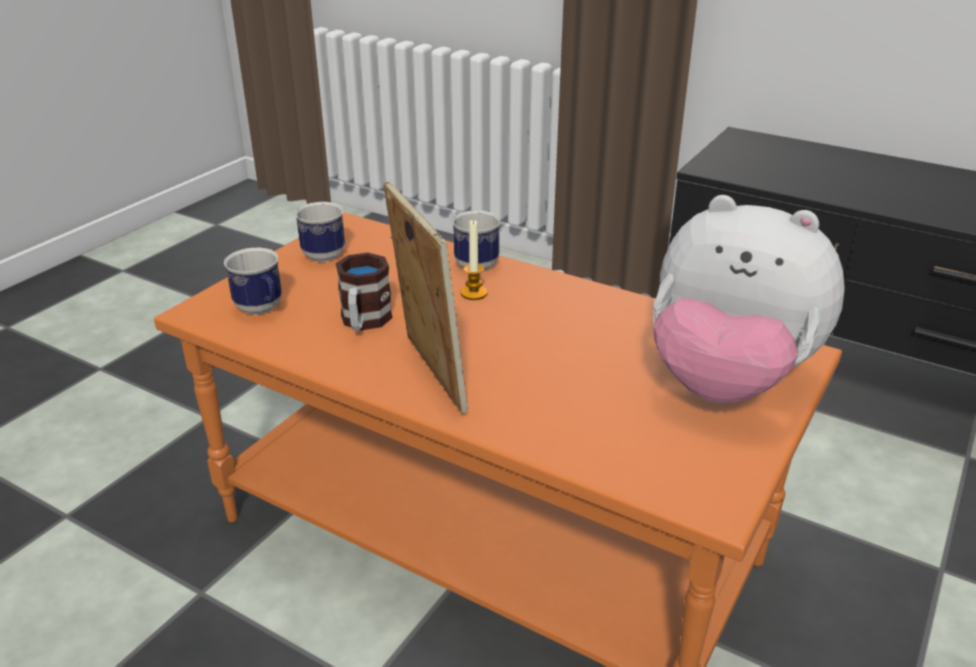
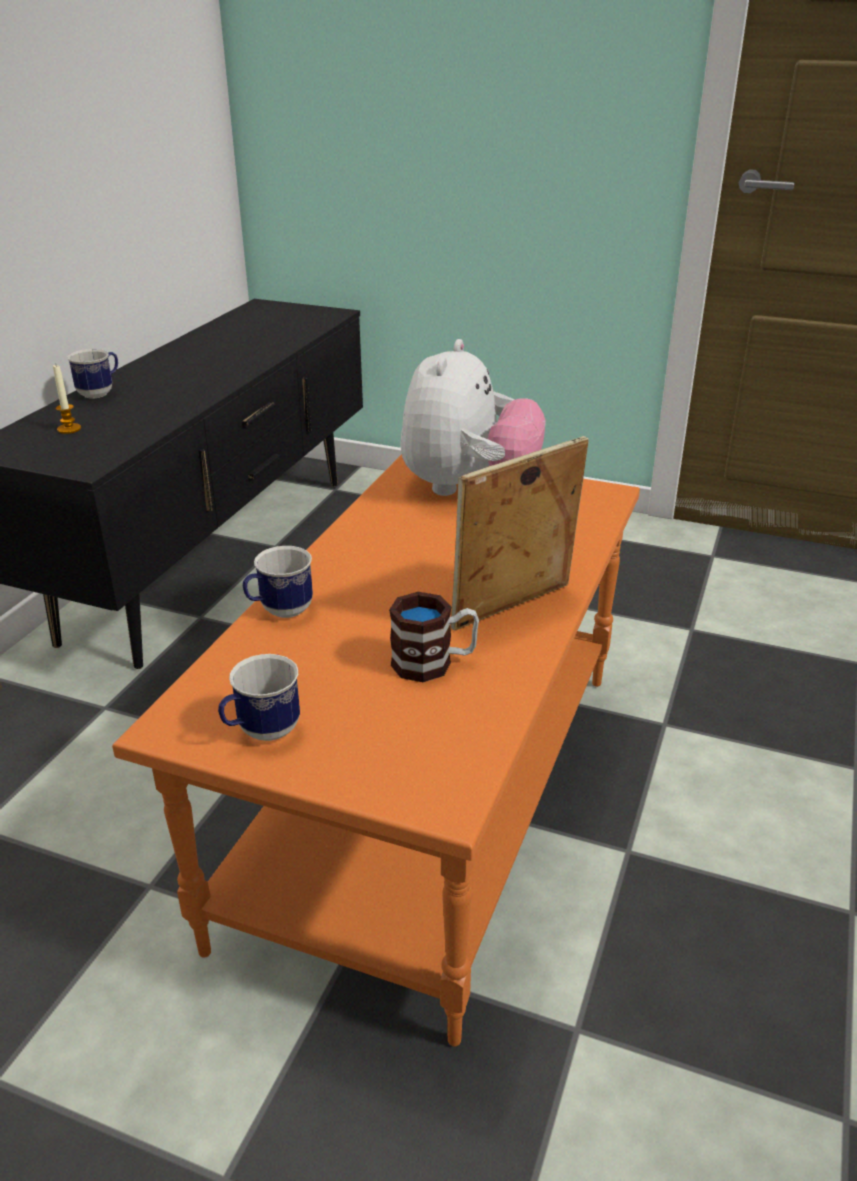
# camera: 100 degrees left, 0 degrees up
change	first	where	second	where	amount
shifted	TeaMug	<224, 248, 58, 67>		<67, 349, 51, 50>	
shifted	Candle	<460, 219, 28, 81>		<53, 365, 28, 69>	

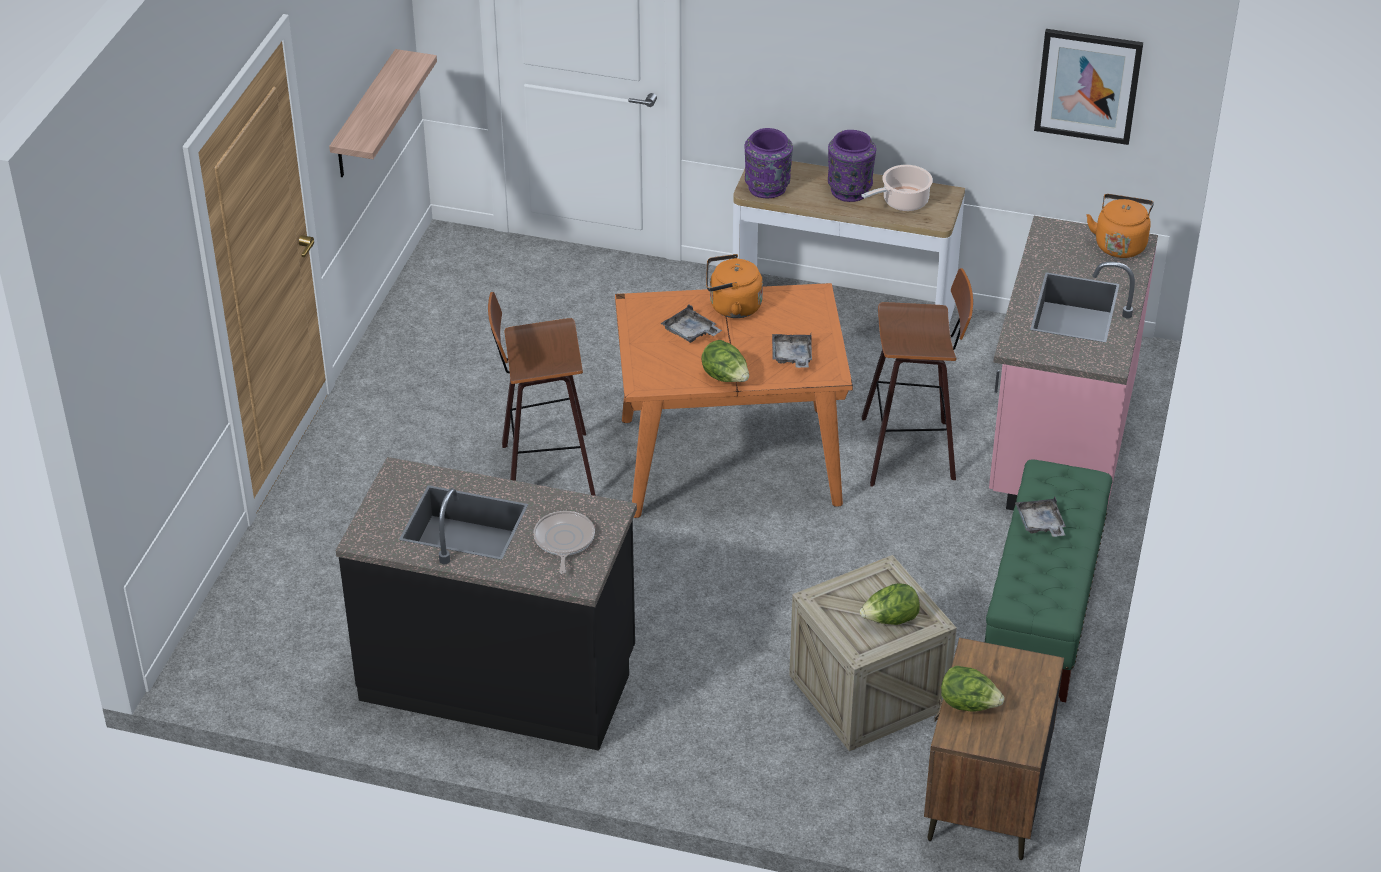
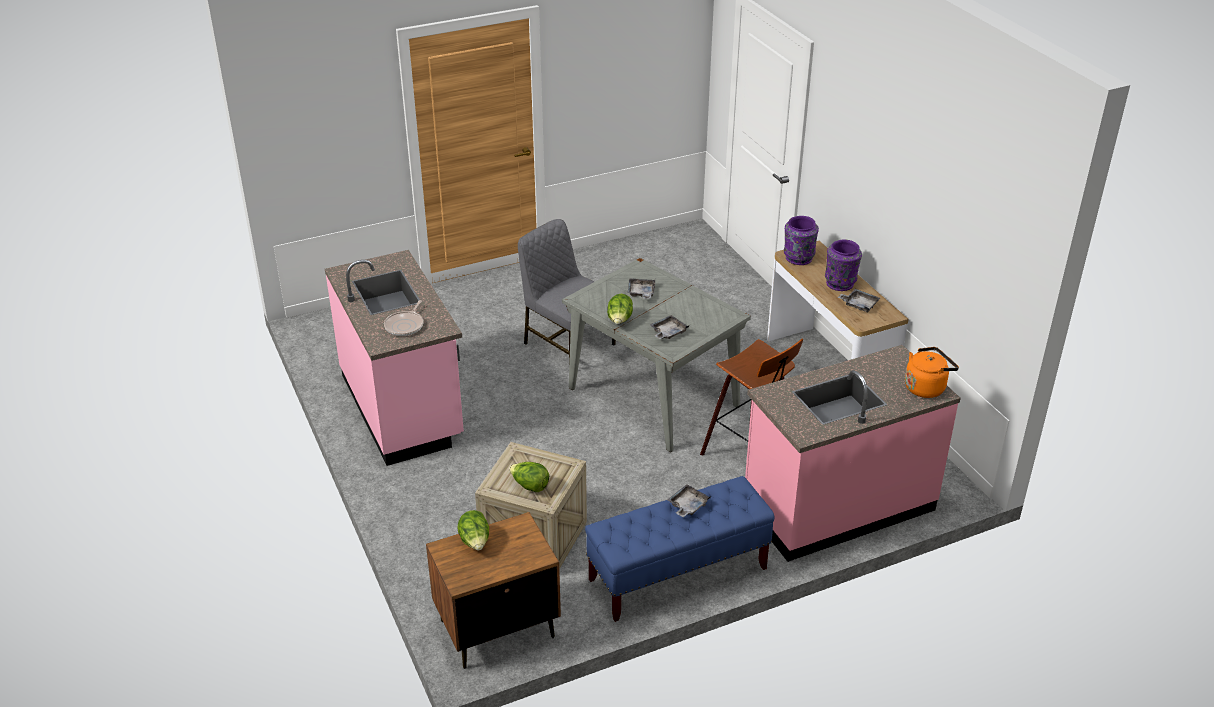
# camera: 50 degrees right, 5 degrees down
change	first	where	second	where	amount
gone	Shelf	<329, 49, 108, 128>			
repainted	BlackCounter	<336, 457, 301, 294>	PinkishCounter	<325, 250, 139, 216>	
swapped	SittingStool	<488, 292, 108, 204>	GreyChair	<518, 219, 98, 142>	
rotated	Skillet	<534, 511, 61, 63>		<384, 300, 40, 36>	150 degrees clockwise
repainted	OrangeColouredDinnerTable	<615, 283, 238, 235>	GreyDinnerTable	<562, 258, 189, 194>	
gone	OrangeColouredWaterKettle	<706, 254, 57, 64>			
swapped	Stockpot	<862, 165, 71, 46>	GreyCarryingTray	<838, 289, 42, 23>	
repainted	GreenColouredIndoorBench	<985, 459, 128, 243>	BluishIndoorBench	<585, 476, 189, 146>	
gone	Picture	<1034, 29, 109, 116>			

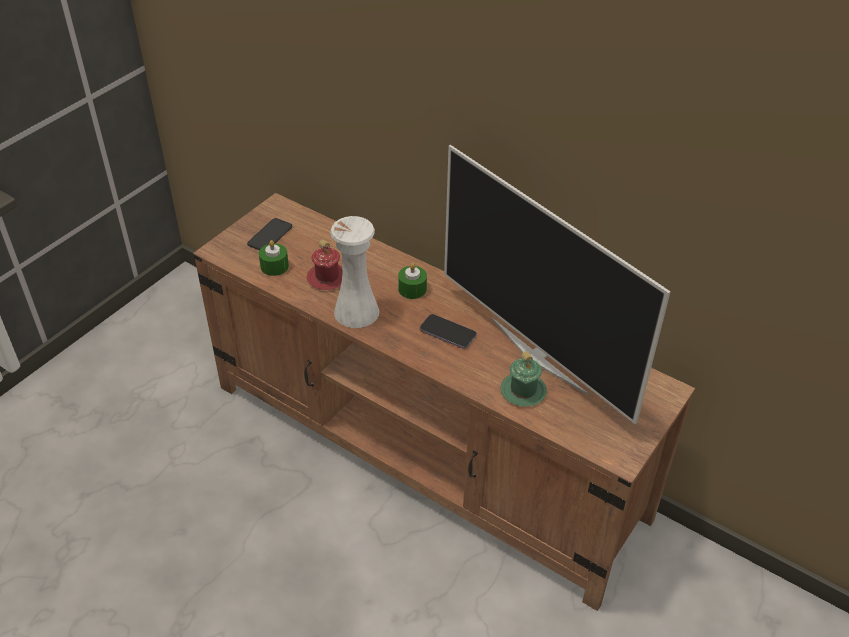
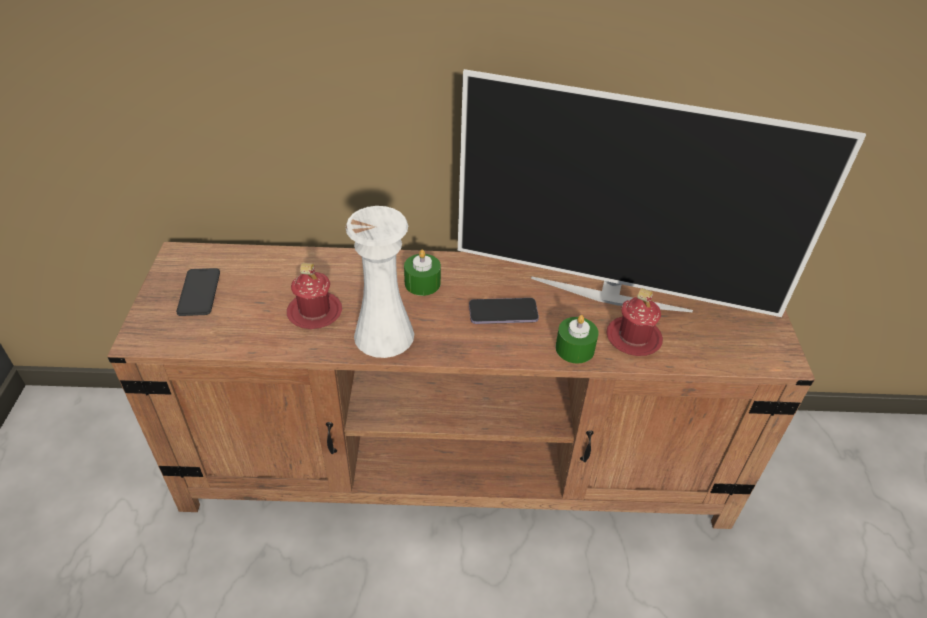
# camera: 35 degrees left, 0 degrees up
change	first	where	second	where	amount
shifted	GreenColouredCandle	<259, 240, 30, 36>		<556, 315, 43, 48>	
repainted	GreenColouredTeaMug	<500, 351, 47, 56>	RedColouredTeaMug	<607, 288, 56, 68>	

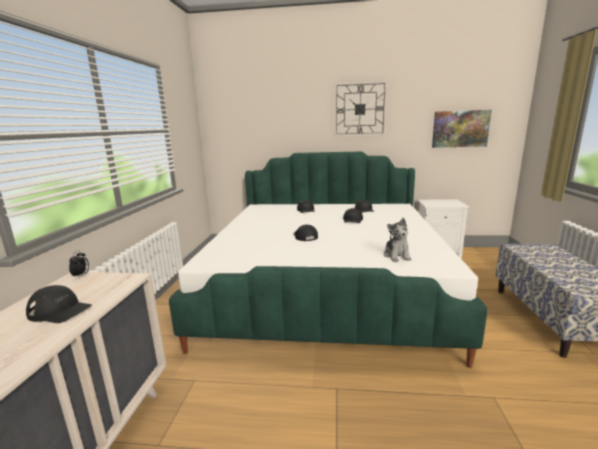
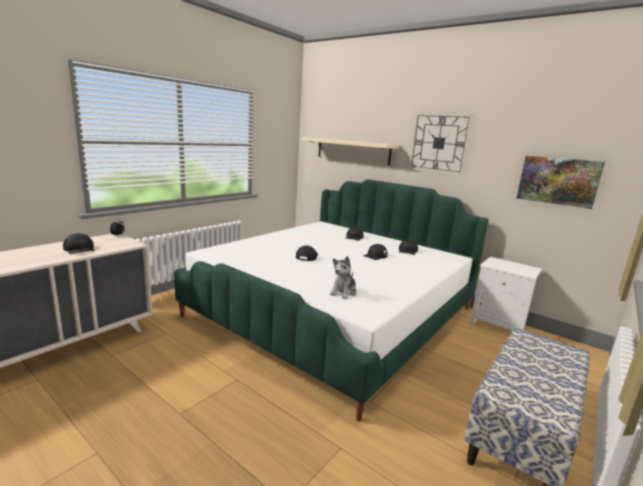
# camera: 30 degrees right, 0 degrees up
change	first	where	second	where	amount
new			SandColouredShelf	<301, 137, 98, 28>	

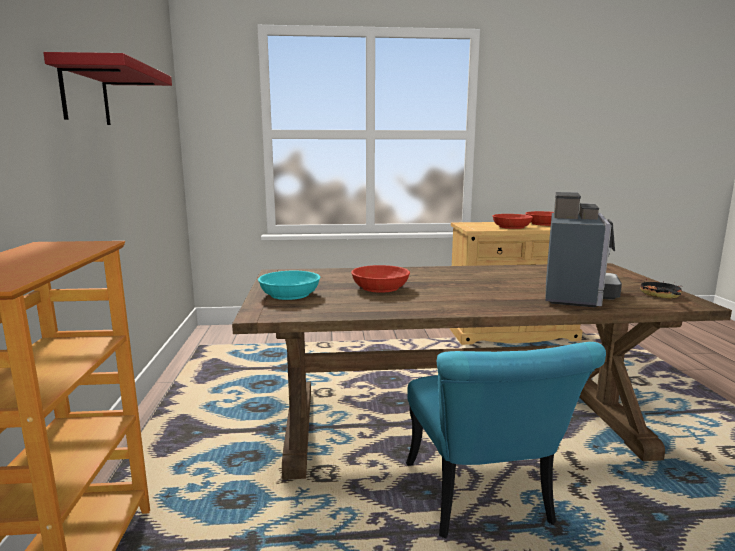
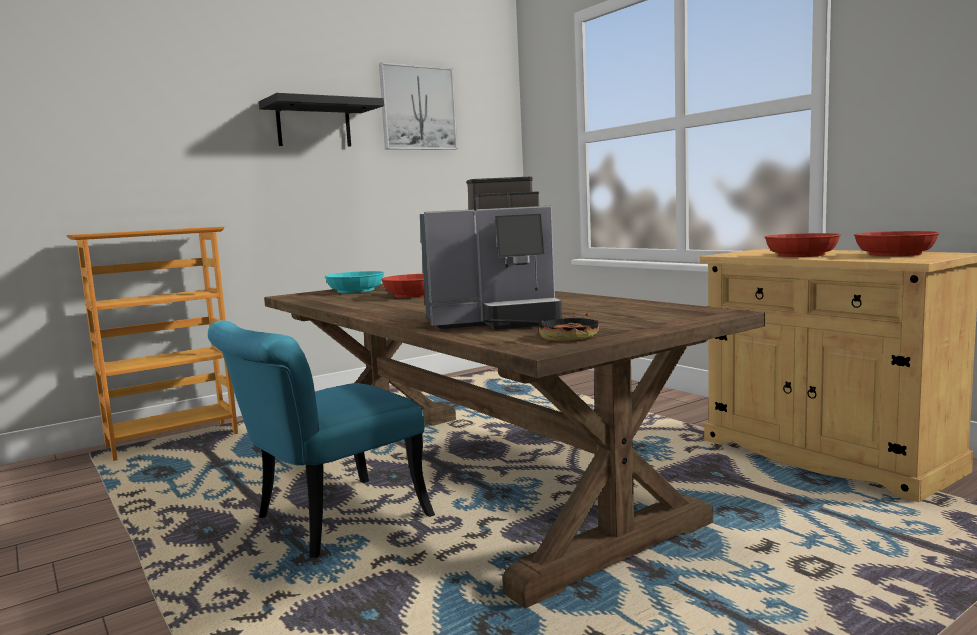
# camera: 60 degrees right, 5 degrees down
change	first	where	second	where	amount
repainted	RedColouredShelf	<43, 52, 129, 73>	BlackShelf	<259, 93, 125, 54>	
new			Picture	<379, 62, 79, 88>	

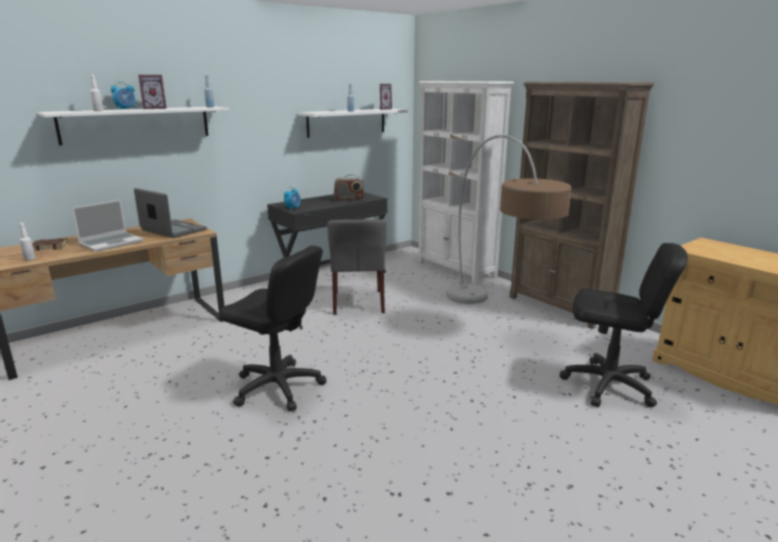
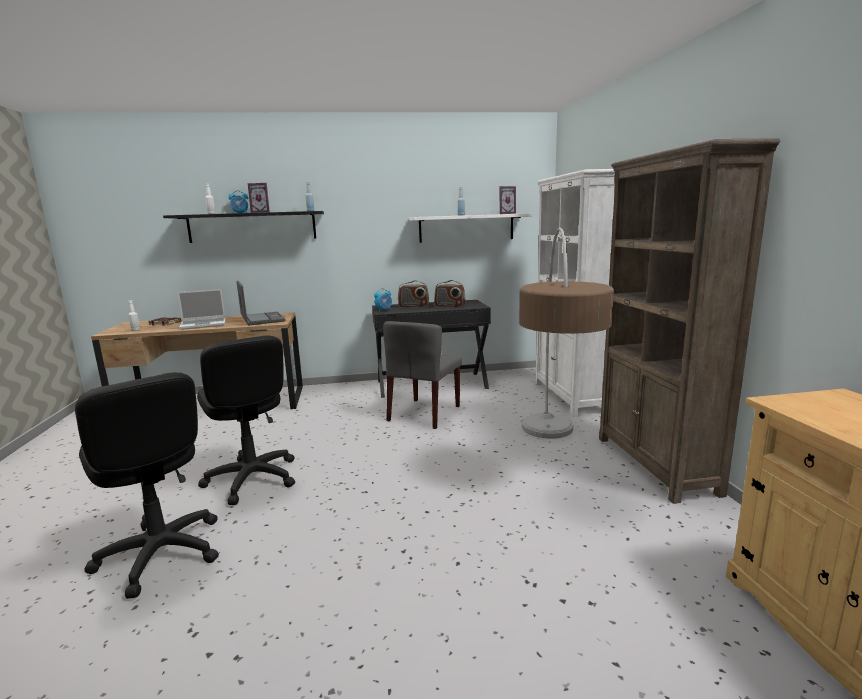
# camera: 30 degrees right, 5 degrees down
change	first	where	second	where	amount
repainted	WhiteShelf	<38, 106, 191, 39>	BlackShelf	<163, 211, 161, 32>	
shifted	BlackComputerChair	<560, 243, 128, 164>		<75, 372, 144, 227>	
new			RadioReceiver	<398, 281, 31, 27>	

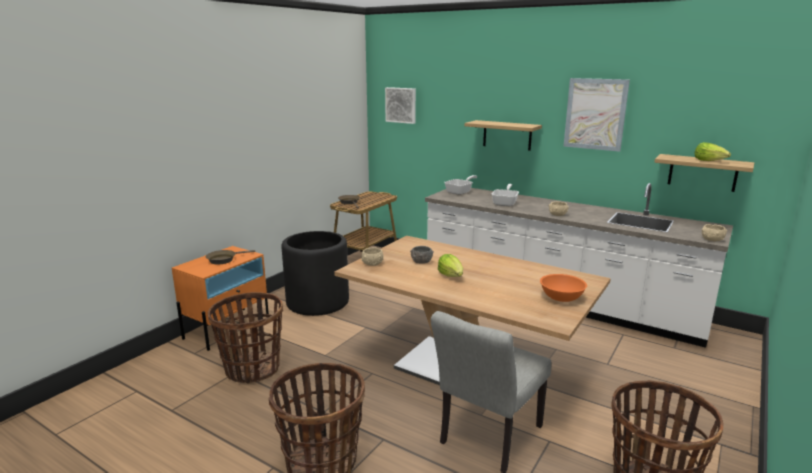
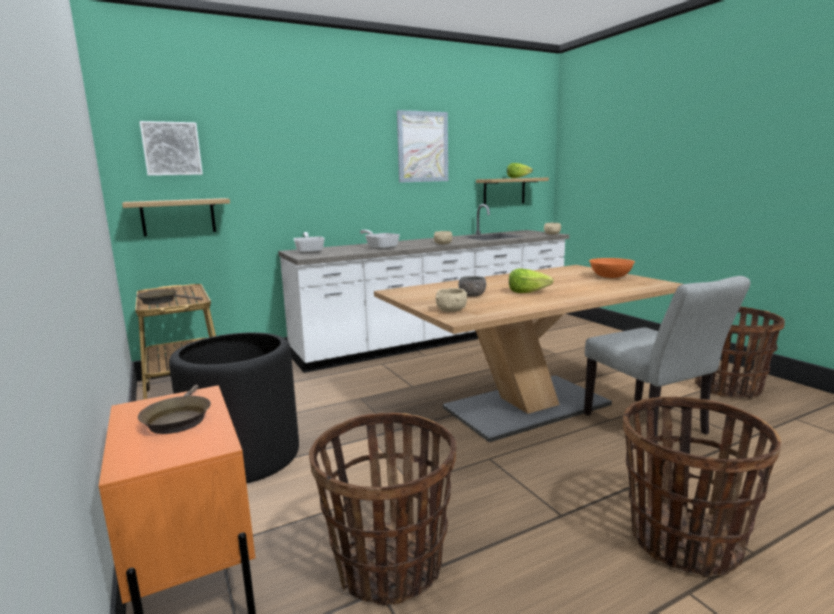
# camera: 60 degrees left, 5 degrees down
change	first	where	second	where	amount
shifted	Shelf	<464, 120, 78, 31>		<122, 198, 108, 38>	

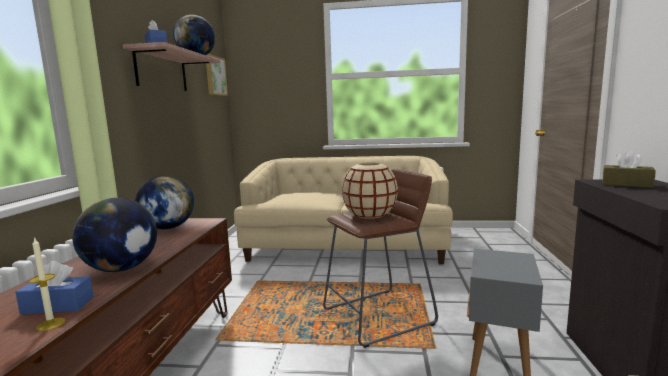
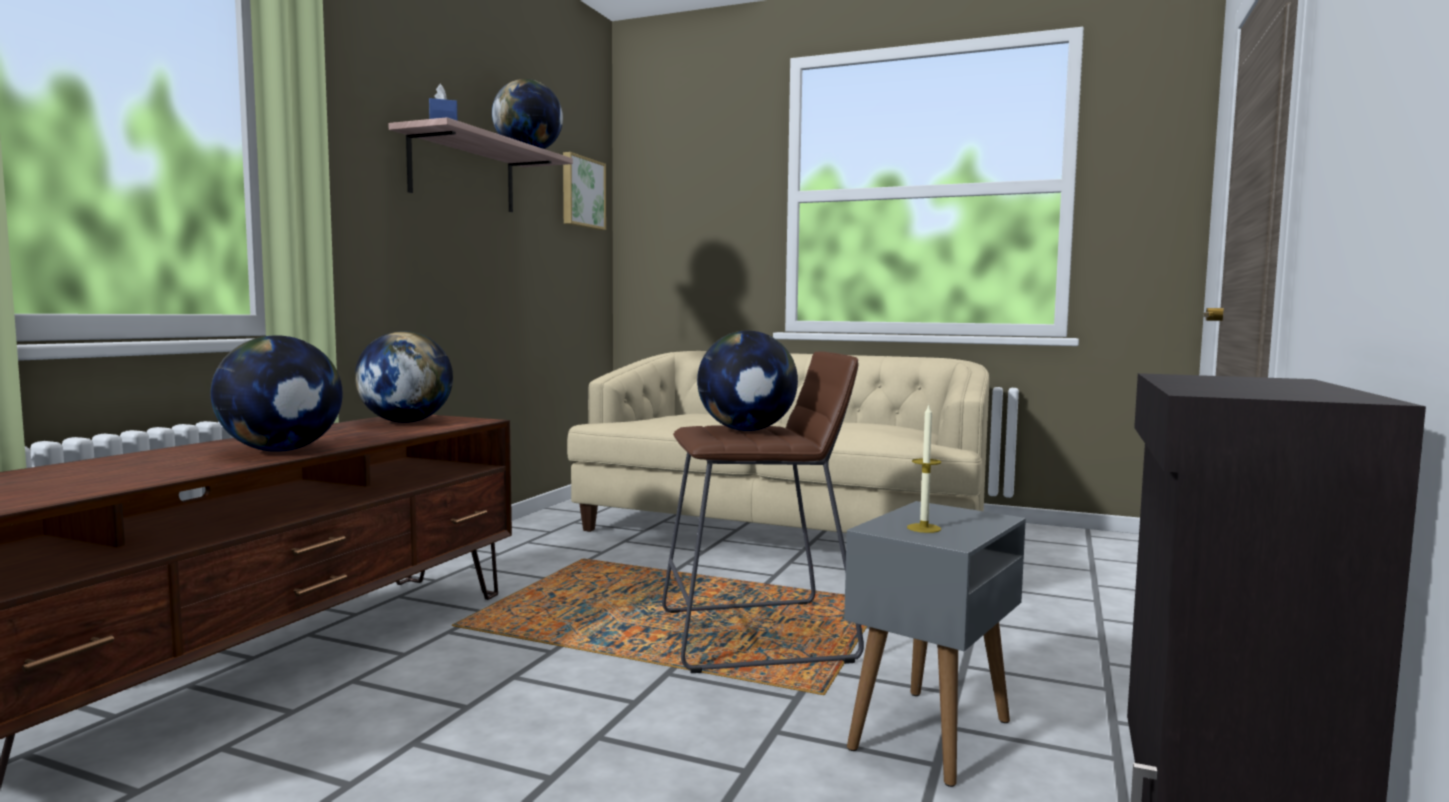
# camera: 15 degrees right, 5 degrees down
change	first	where	second	where	amount
gone	BluishTissueHolder	<15, 261, 79, 54>			
shifted	Candle	<29, 237, 37, 94>		<907, 403, 34, 130>	
swapped	SandColouredFlowerVase	<342, 162, 56, 57>	Globe	<697, 330, 101, 101>	
gone	BrownishTissueHolder	<602, 150, 54, 38>			

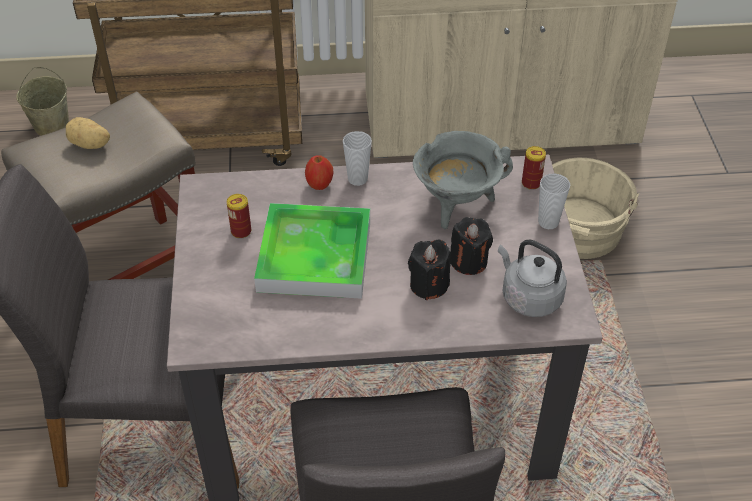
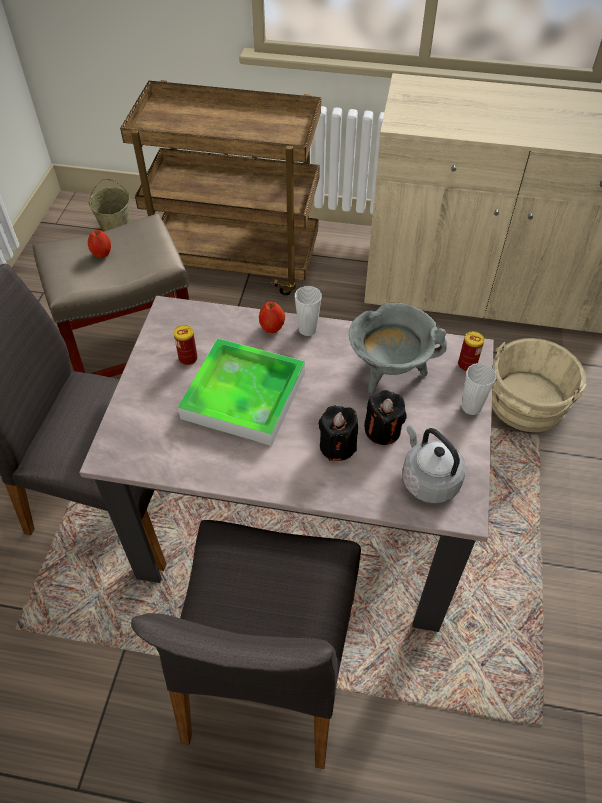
# camera: 15 degrees right, 5 degrees up
change	first	where	second	where	amount
swapped	Potato	<66, 117, 44, 32>	AppleFruit	<88, 230, 23, 28>	

